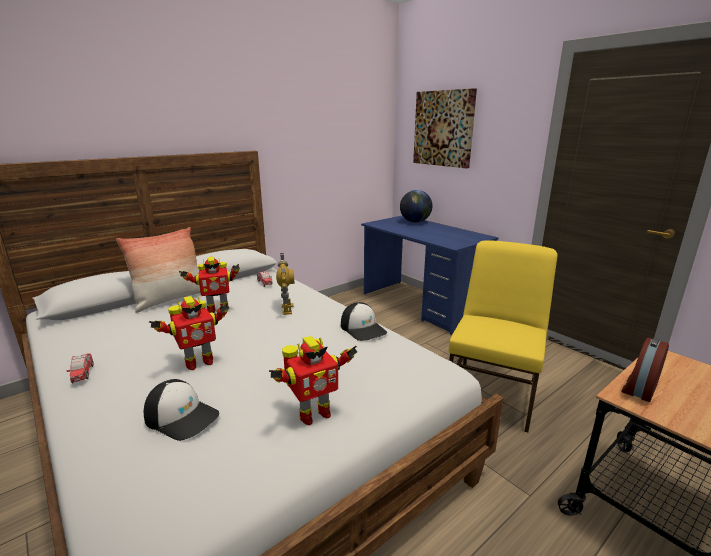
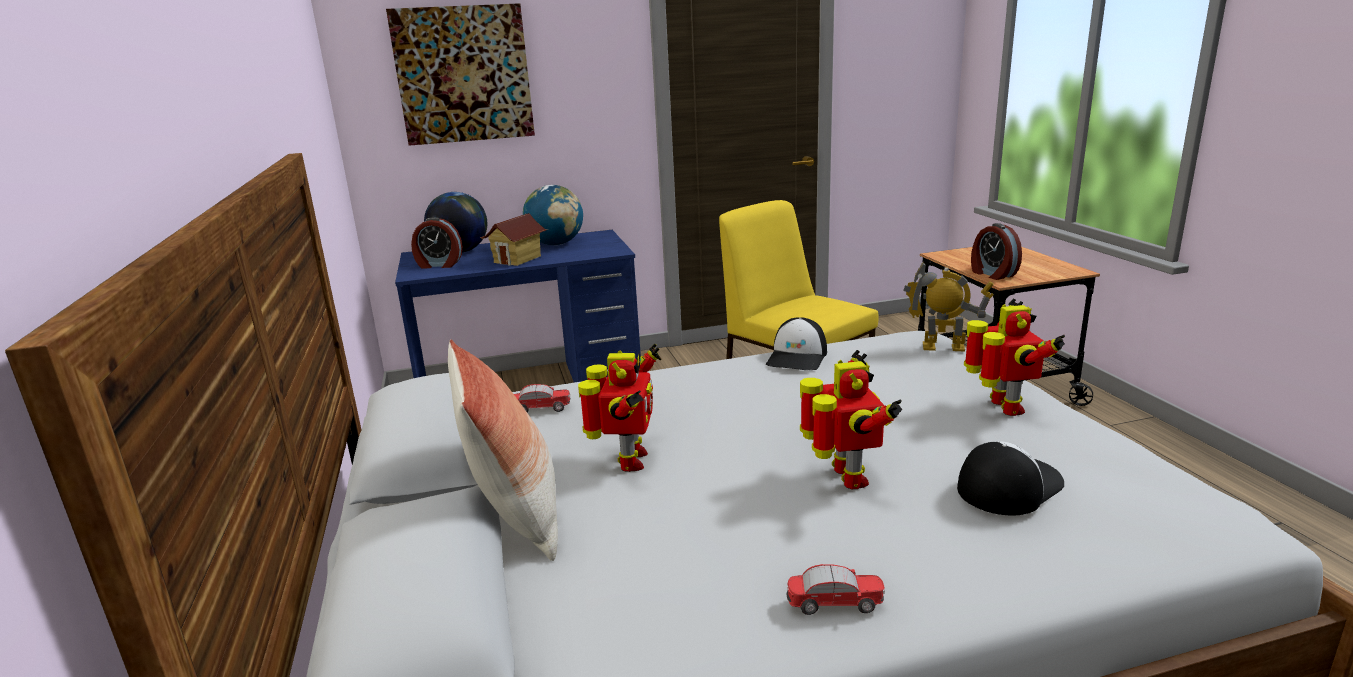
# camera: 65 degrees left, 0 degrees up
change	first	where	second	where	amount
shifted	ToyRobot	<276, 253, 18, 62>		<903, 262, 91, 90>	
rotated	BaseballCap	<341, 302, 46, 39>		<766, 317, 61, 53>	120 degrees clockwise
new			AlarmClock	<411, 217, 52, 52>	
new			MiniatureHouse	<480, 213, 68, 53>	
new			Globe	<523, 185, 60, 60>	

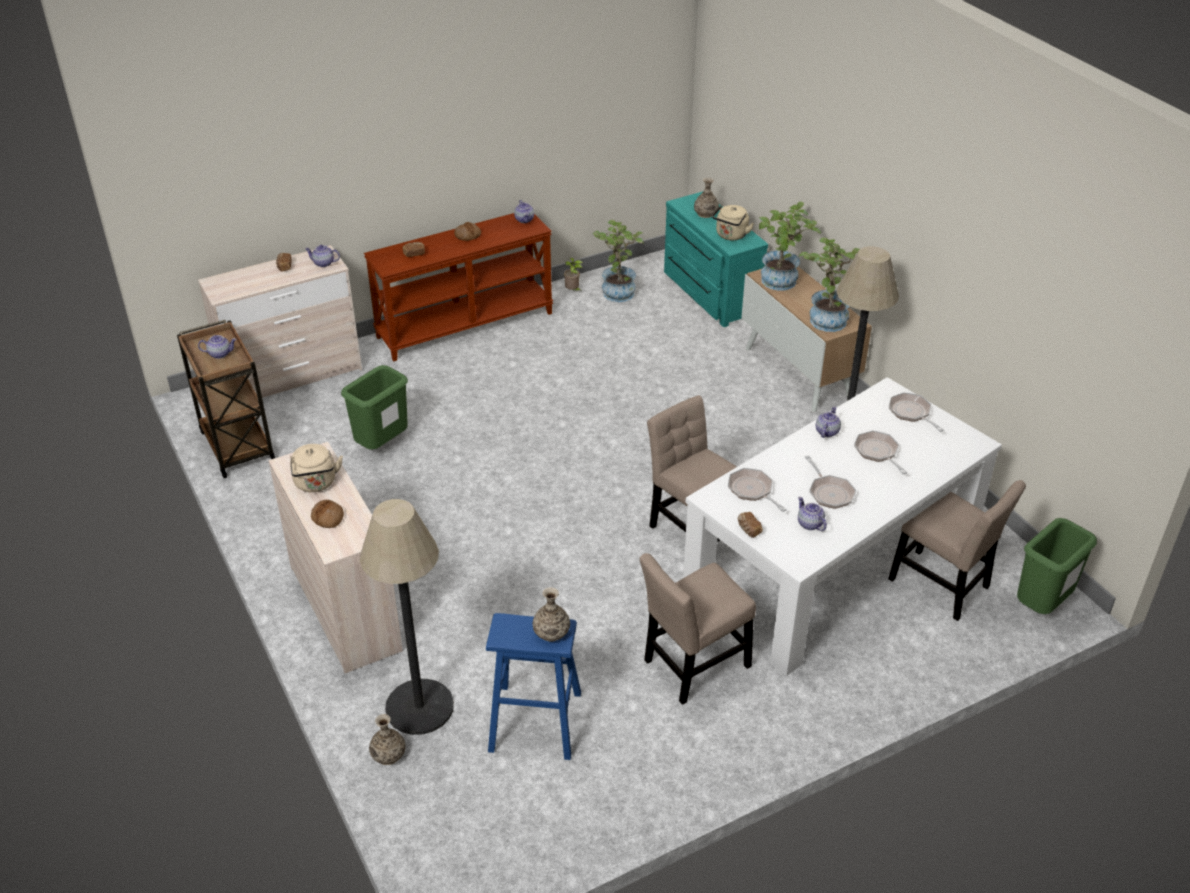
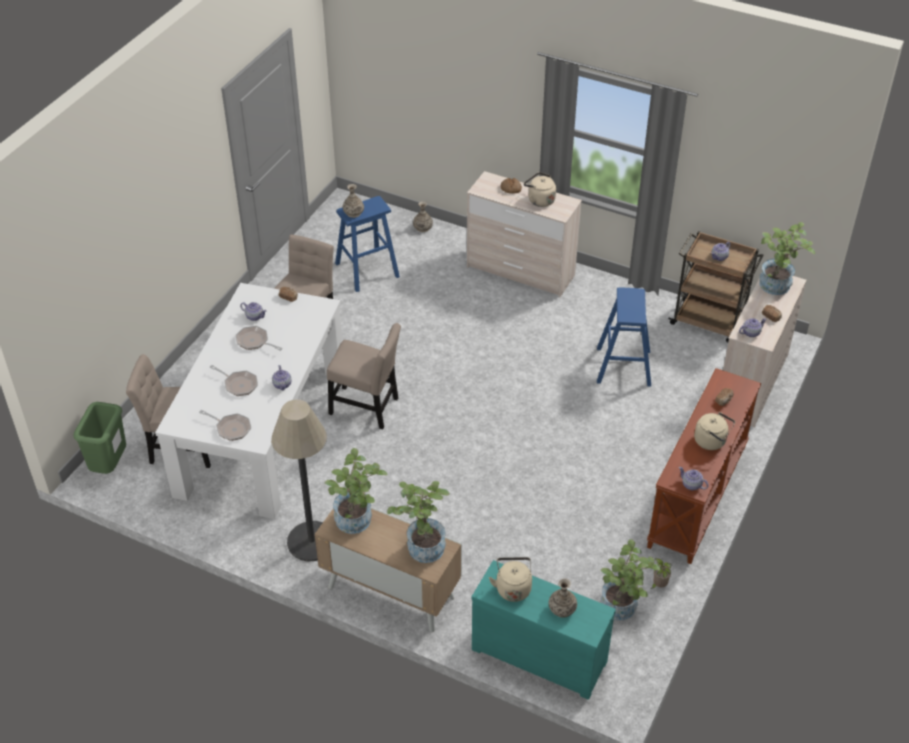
# camera: 145 degrees right, 5 degrees up
change	first	where	second	where	amount
swapped	GreenColouredRubbishBin	<341, 365, 67, 84>	BluishSittingStool	<597, 288, 54, 98>	
gone	FloorLamp	<360, 499, 94, 236>			
swapped	BakeryBread	<454, 222, 27, 19>	SandColouredWaterKettle	<694, 412, 41, 38>	
gone	Skillet	<728, 468, 59, 44>			
new			Houseplant	<759, 222, 56, 73>	

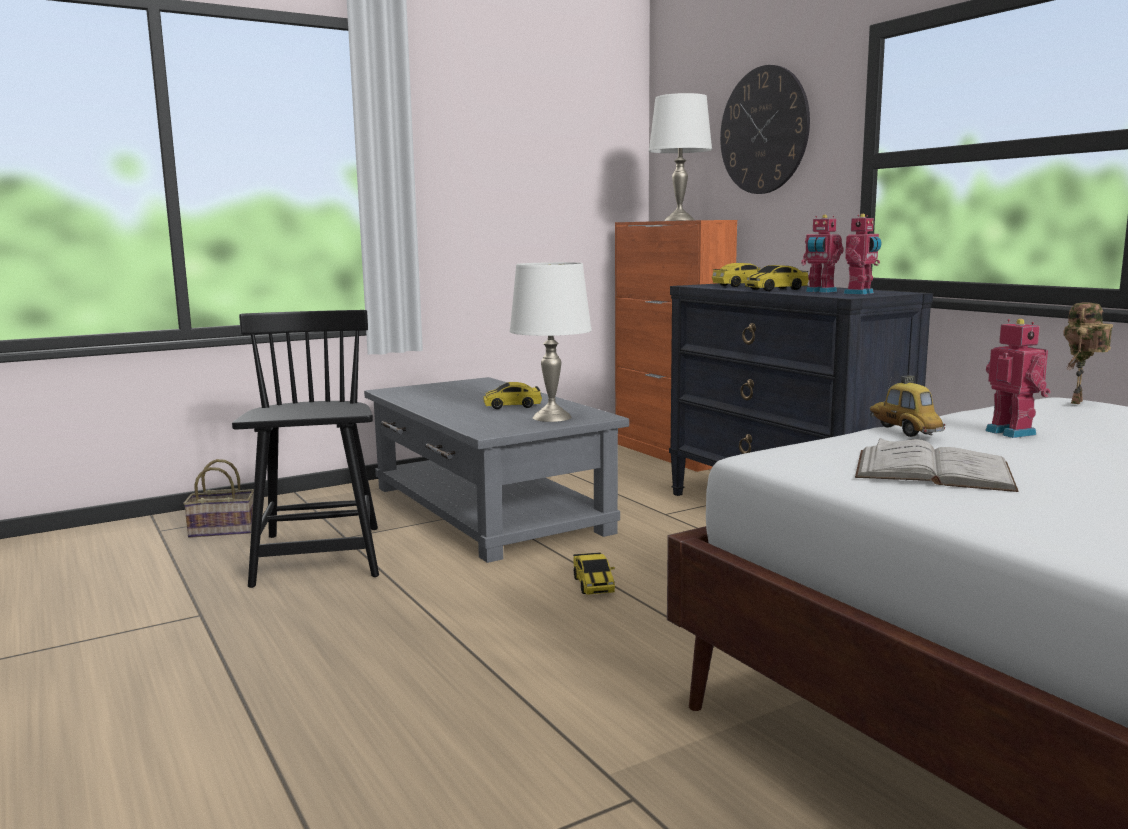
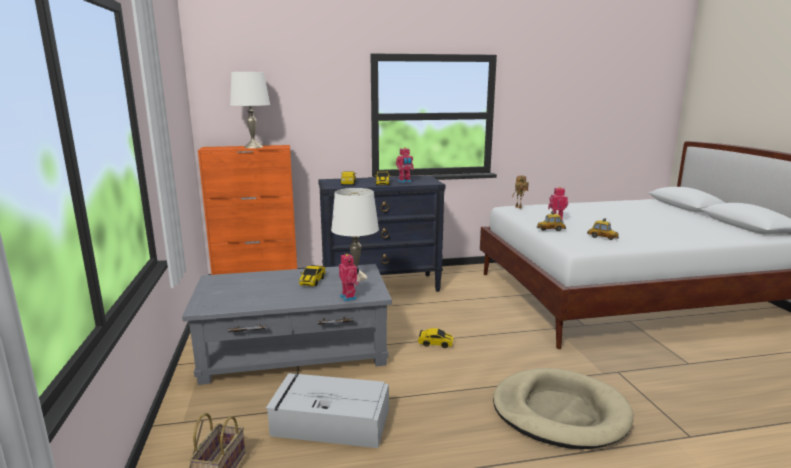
# camera: 70 degrees left, 5 degrees up
change	first	where	second	where	amount
swapped	BlackChair	<232, 310, 147, 278>	GreyStorageBox	<266, 373, 123, 75>	
gone	WallClock	<720, 65, 90, 129>			
shifted	ToyRobot	<844, 214, 38, 81>		<339, 254, 20, 48>	
swapped	WhiteBook	<855, 438, 163, 54>	ToyCar	<587, 218, 32, 22>	
new			SandColouredDogBed	<493, 368, 141, 81>	

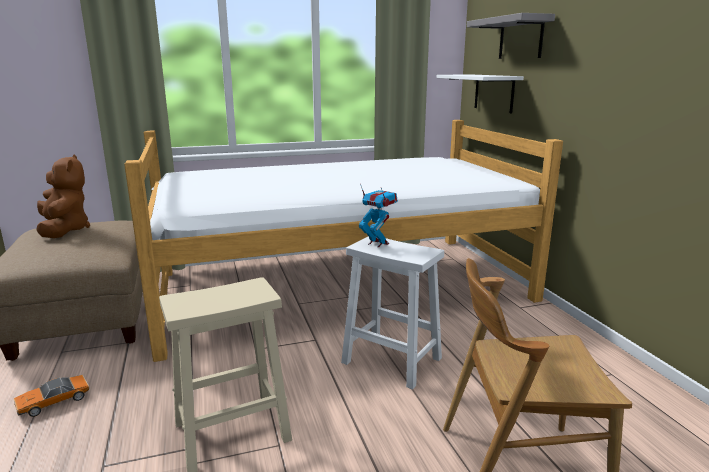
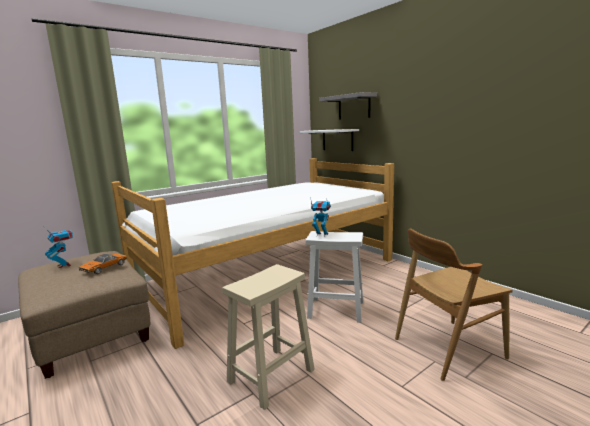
# camera: 20 degrees left, 5 degrees down
change	first	where	second	where	amount
shifted	ToyCar	<14, 375, 75, 42>		<79, 254, 48, 20>	
swapped	BrownishSoftToy	<37, 154, 53, 84>	ToyRobot	<44, 227, 29, 41>	

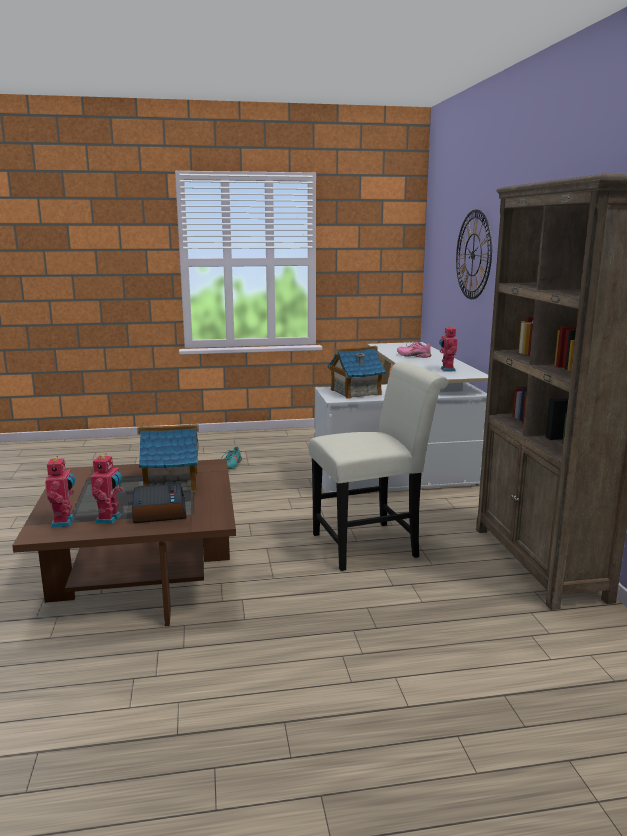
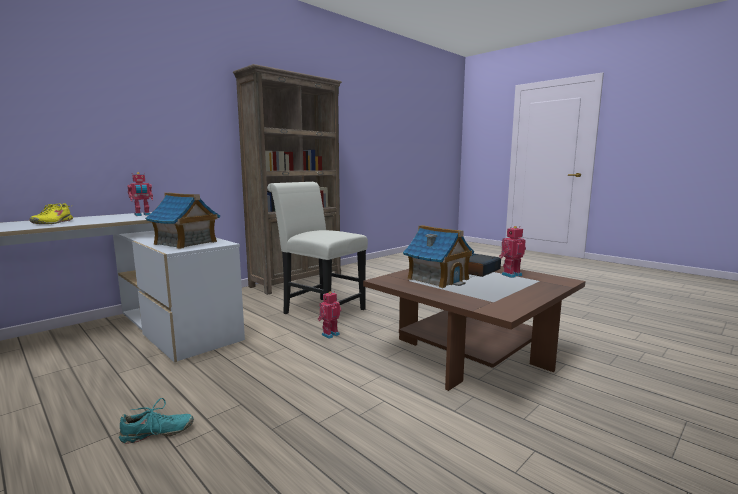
# camera: 125 degrees left, 5 degrees down
change	first	where	second	where	amount
shifted	ToyRobot	<45, 456, 30, 72>		<318, 291, 23, 48>	
repainted	PinkishItemOfFootwear	<397, 341, 34, 17>	YellowishItemOfFootwear	<29, 203, 44, 21>	
gone	WallClock	<456, 210, 36, 89>			

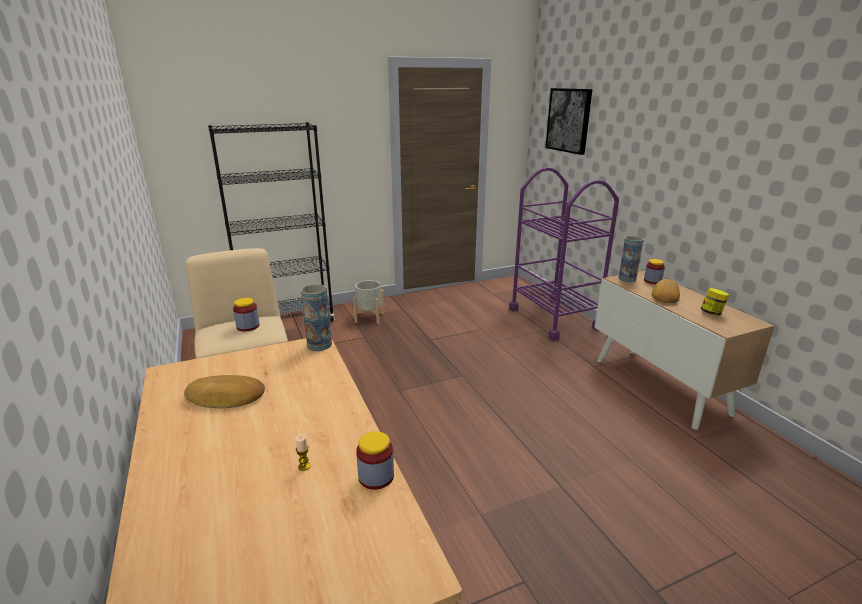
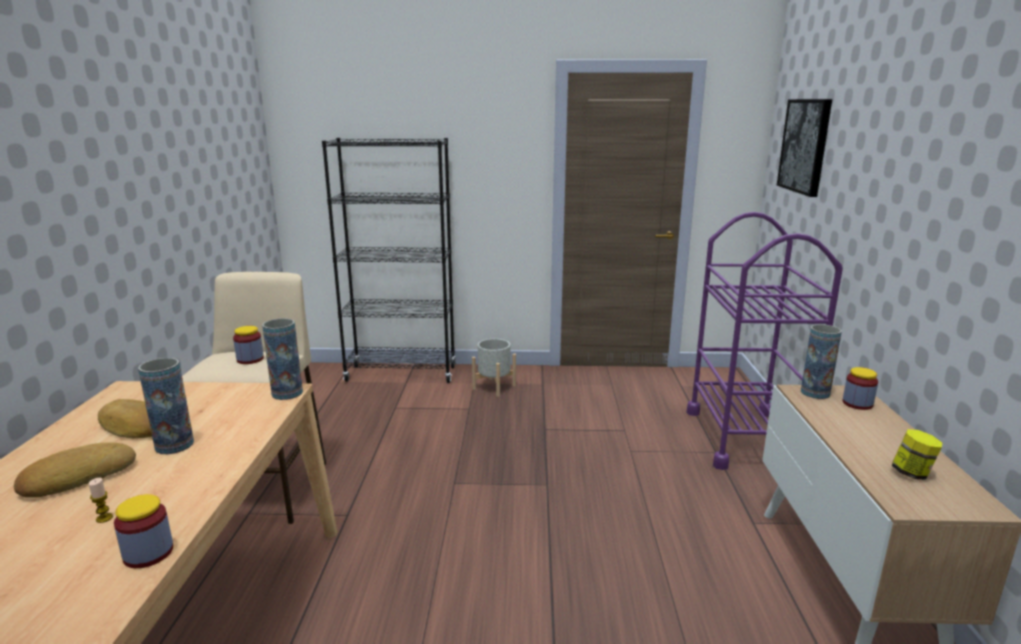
# camera: 25 degrees right, 5 degrees down
change	first	where	second	where	amount
shifted	BakeryBread	<651, 279, 29, 24>		<14, 442, 122, 56>	
new			FlowerVase	<138, 358, 56, 96>	

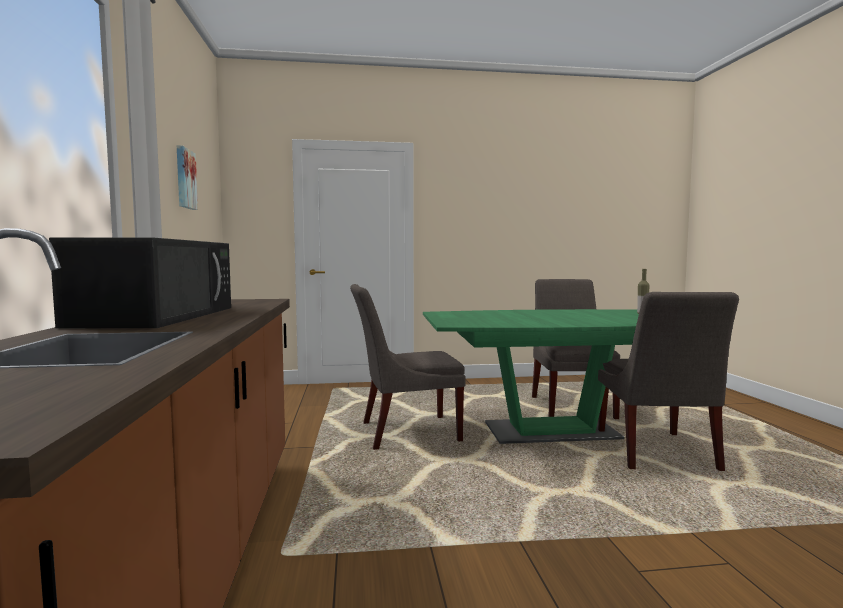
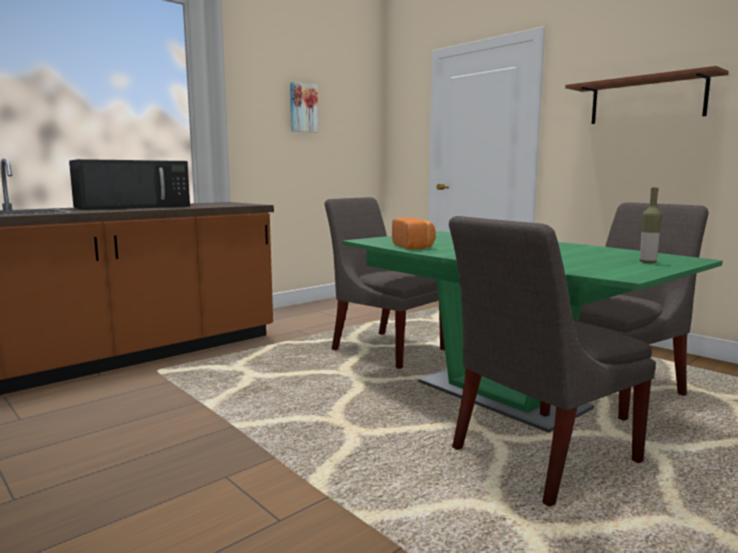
# camera: 55 degrees right, 5 degrees up
change	first	where	second	where	amount
new			BakeryBread	<392, 217, 44, 33>	
new			BrownishShelf	<565, 66, 164, 58>	

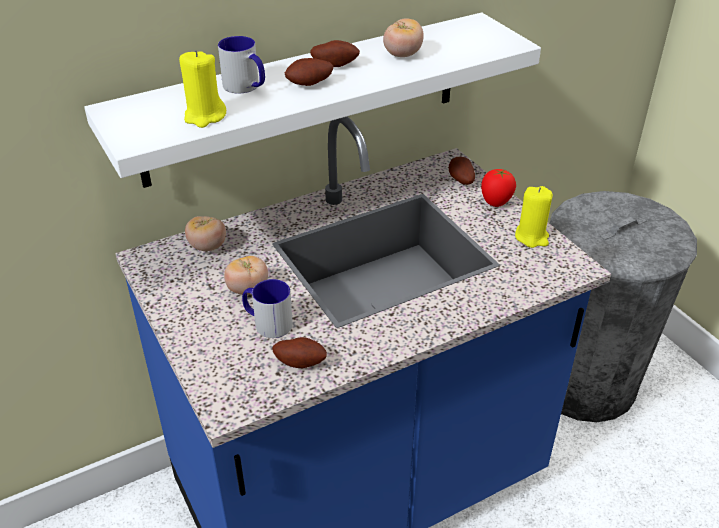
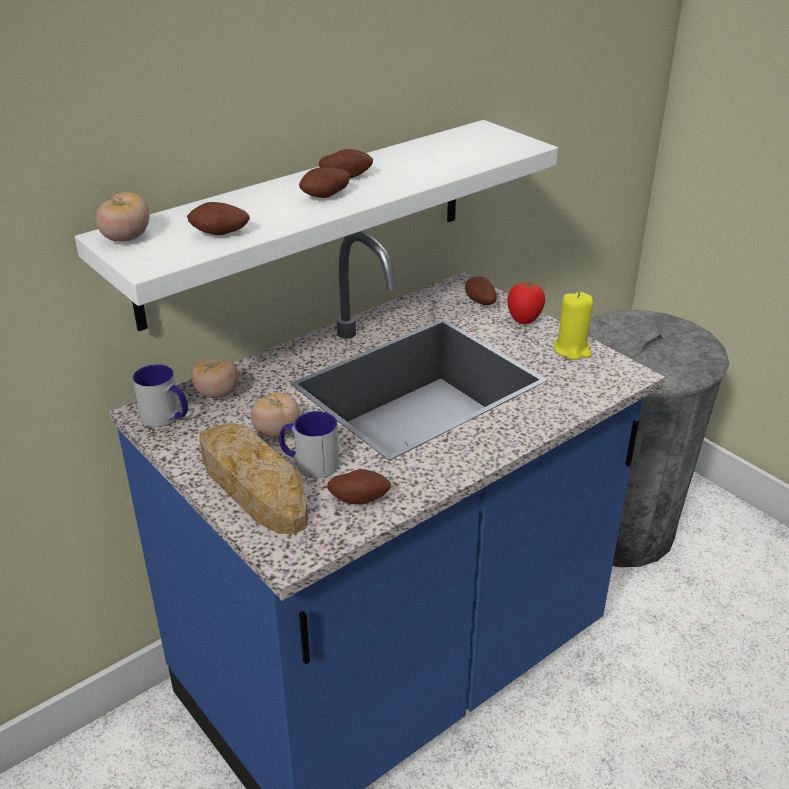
# camera: 10 degrees left, 5 degrees down
change	first	where	second	where	amount
swapped	YellowishCandle	<179, 50, 47, 78>	Potato	<187, 202, 63, 33>	
shifted	TeaMug	<218, 36, 47, 58>		<133, 364, 55, 63>	
shifted	FreshTomato	<383, 19, 41, 38>		<95, 192, 54, 50>	
new			BakeryBread	<199, 423, 109, 111>	

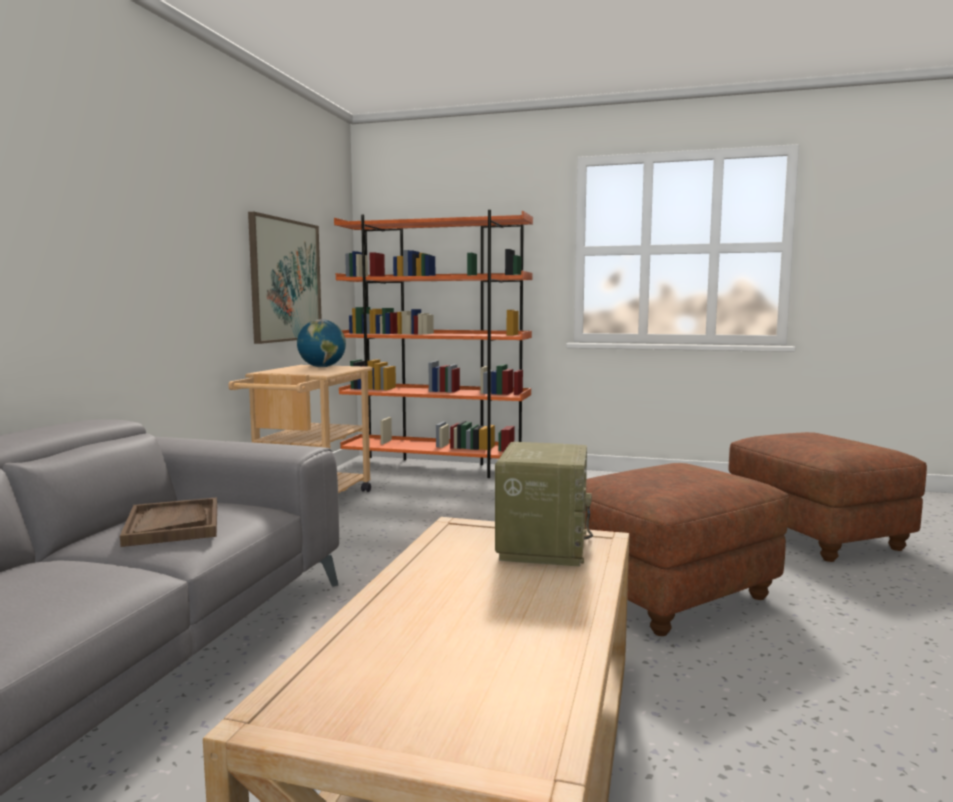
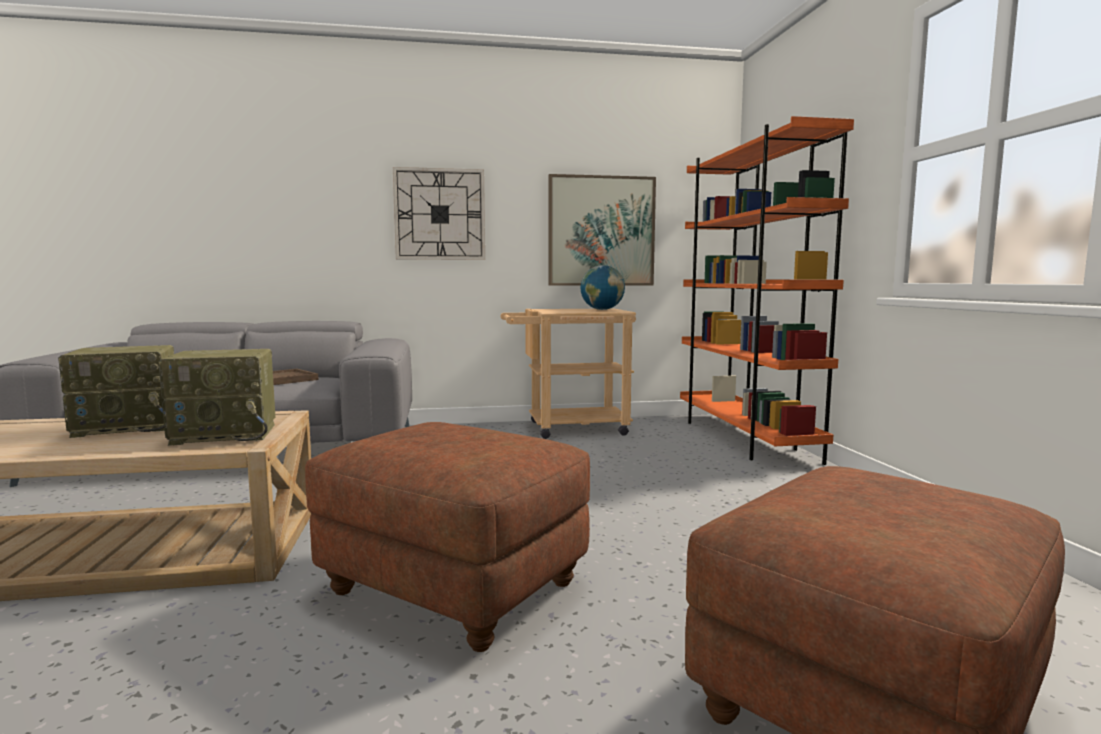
# camera: 65 degrees right, 0 degrees up
change	first	where	second	where	amount
new			RadioReceiver	<58, 345, 116, 93>	
new			WallClock	<393, 167, 92, 93>	

